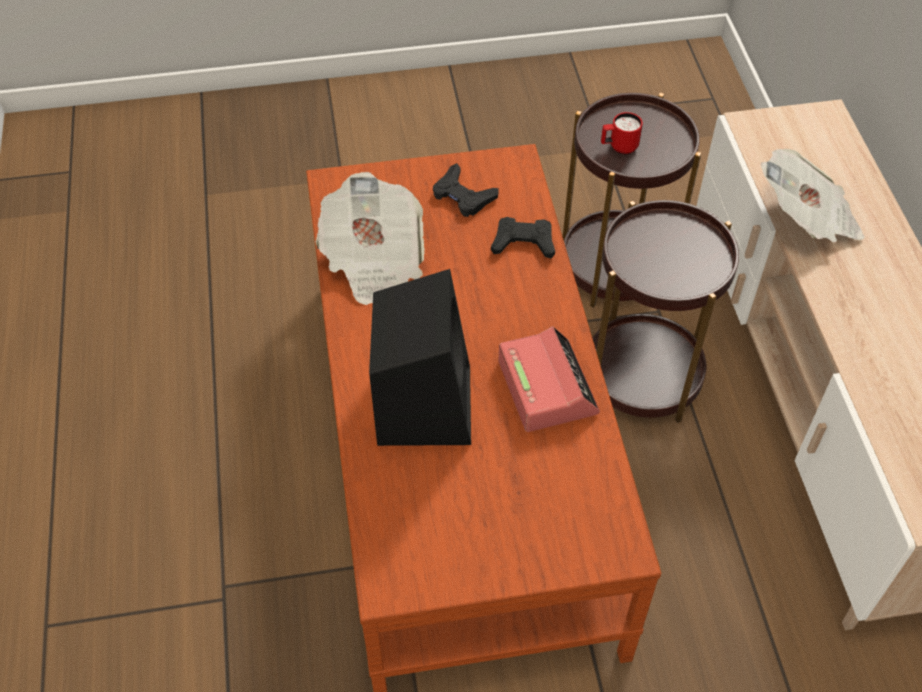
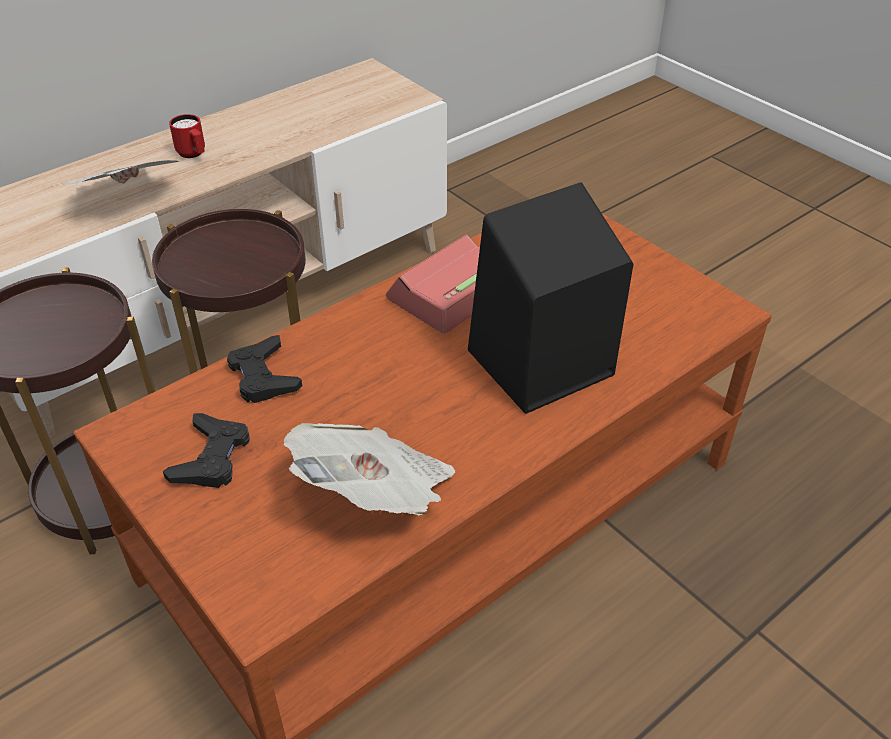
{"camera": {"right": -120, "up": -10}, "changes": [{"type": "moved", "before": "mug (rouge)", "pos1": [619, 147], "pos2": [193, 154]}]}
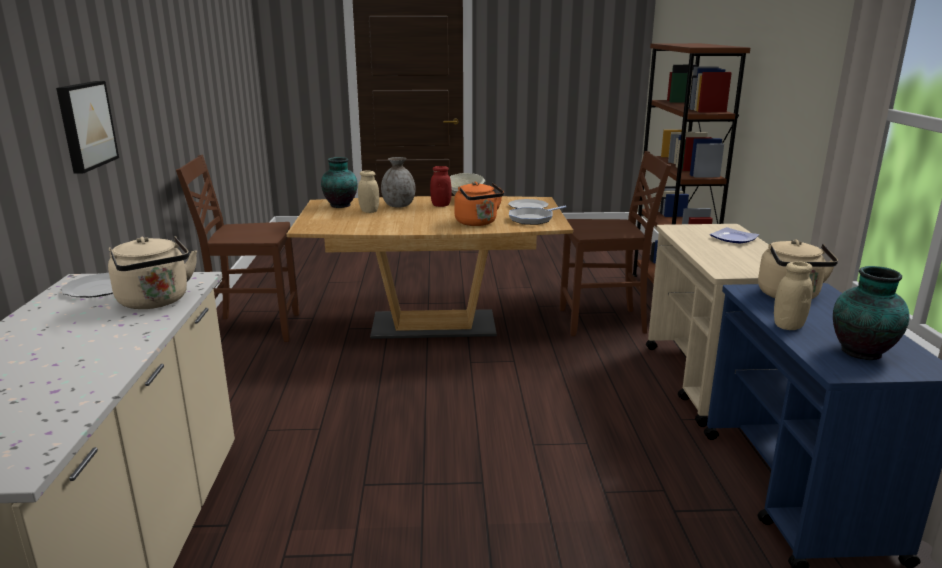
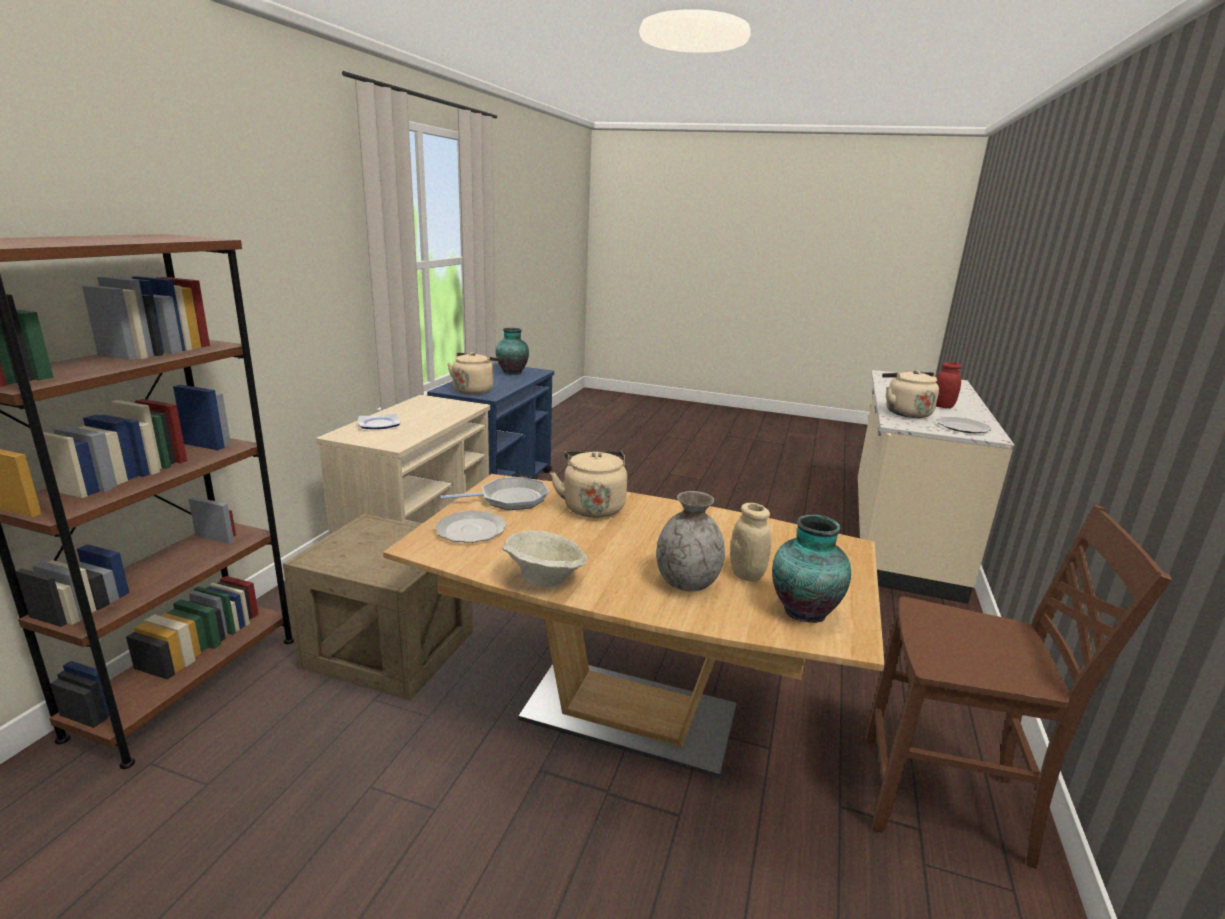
{"camera": {"right": -160, "up": 0}, "changes": [{"type": "removed", "before": "tableau", "pos1": [85, 125]}, {"type": "removed", "before": "bocal (beige)", "pos1": [788, 326]}, {"type": "moved", "before": "bocal (rouge)", "pos1": [441, 205], "pos2": [942, 406]}, {"type": "replaced", "before": "chaise (marron)", "after": "caisse", "pos1": [604, 322], "pos2": [388, 648]}, {"type": "recoloured", "before": "bouilloire (orange)", "after": "bouilloire (beige)", "pos1": [477, 223], "pos2": [593, 506]}]}
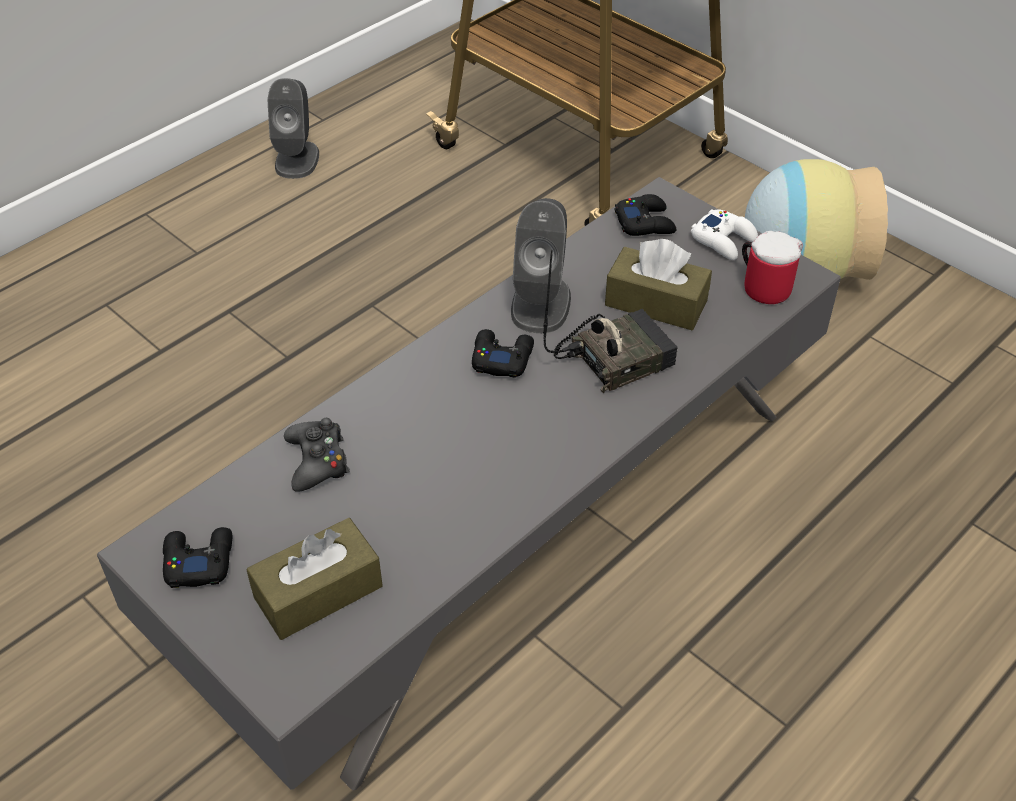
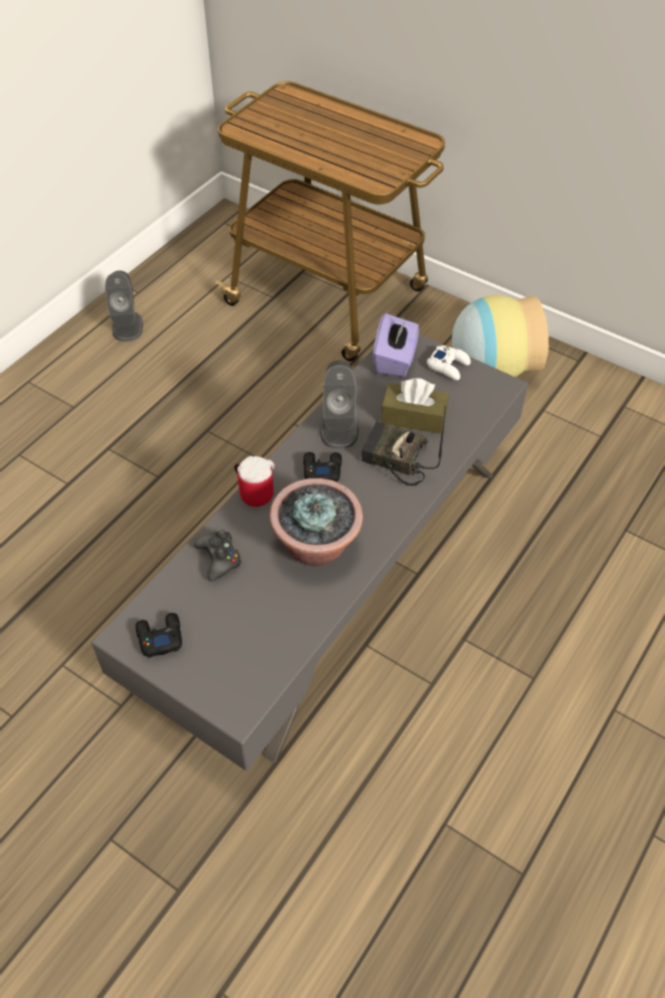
{"camera": {"right": -10, "up": 5}, "changes": [{"type": "removed", "before": "boîte à mouchoirs (marron)", "pos1": [318, 592]}, {"type": "added", "after": "plante en pot", "pos2": [317, 547]}, {"type": "moved", "before": "mug", "pos1": [763, 285], "pos2": [254, 491]}, {"type": "replaced", "before": "manette (noir)", "after": "boîte à mouchoirs (violet)", "pos1": [645, 223], "pos2": [395, 359]}, {"type": "turned", "before": "radio", "pos1": [614, 357], "pos2": [394, 459], "turn": -120}]}
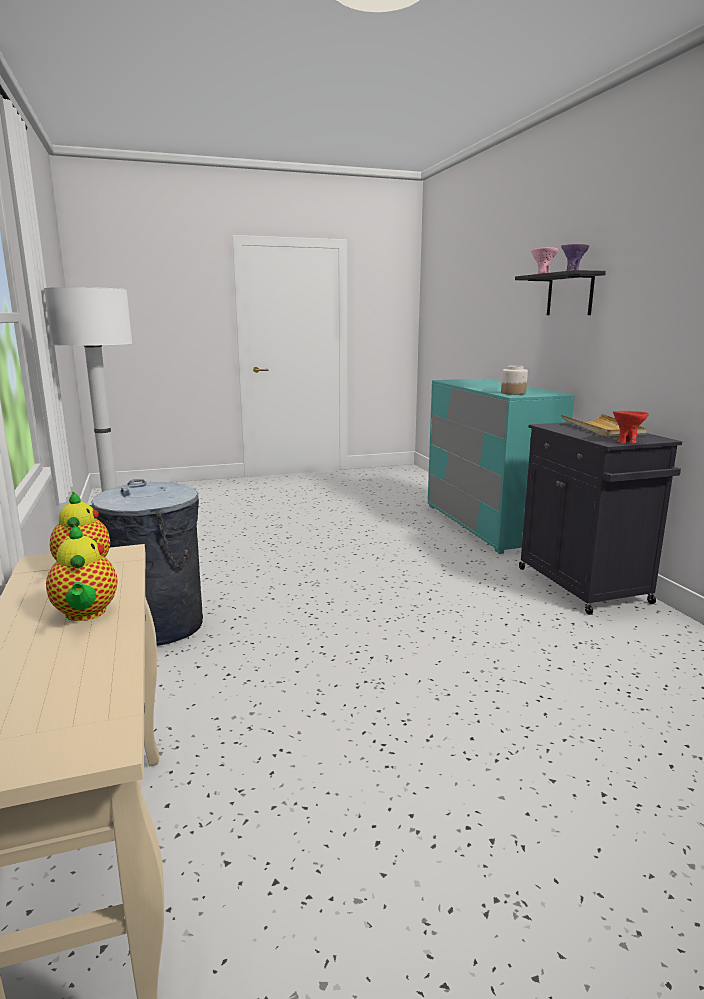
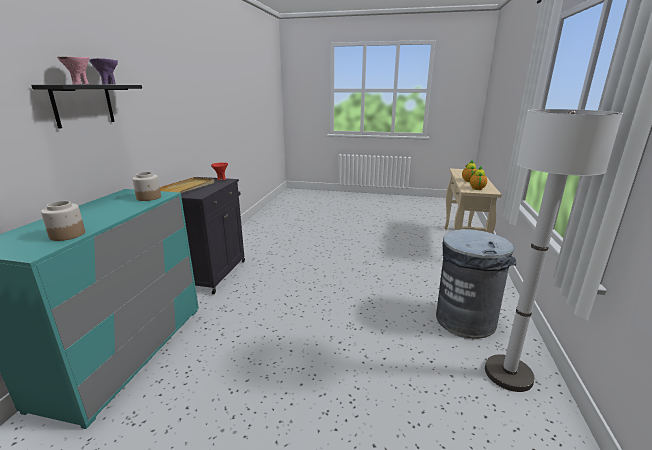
{"camera": {"right": -150, "up": 5}, "changes": [{"type": "added", "after": "bocal", "pos2": [67, 235]}]}
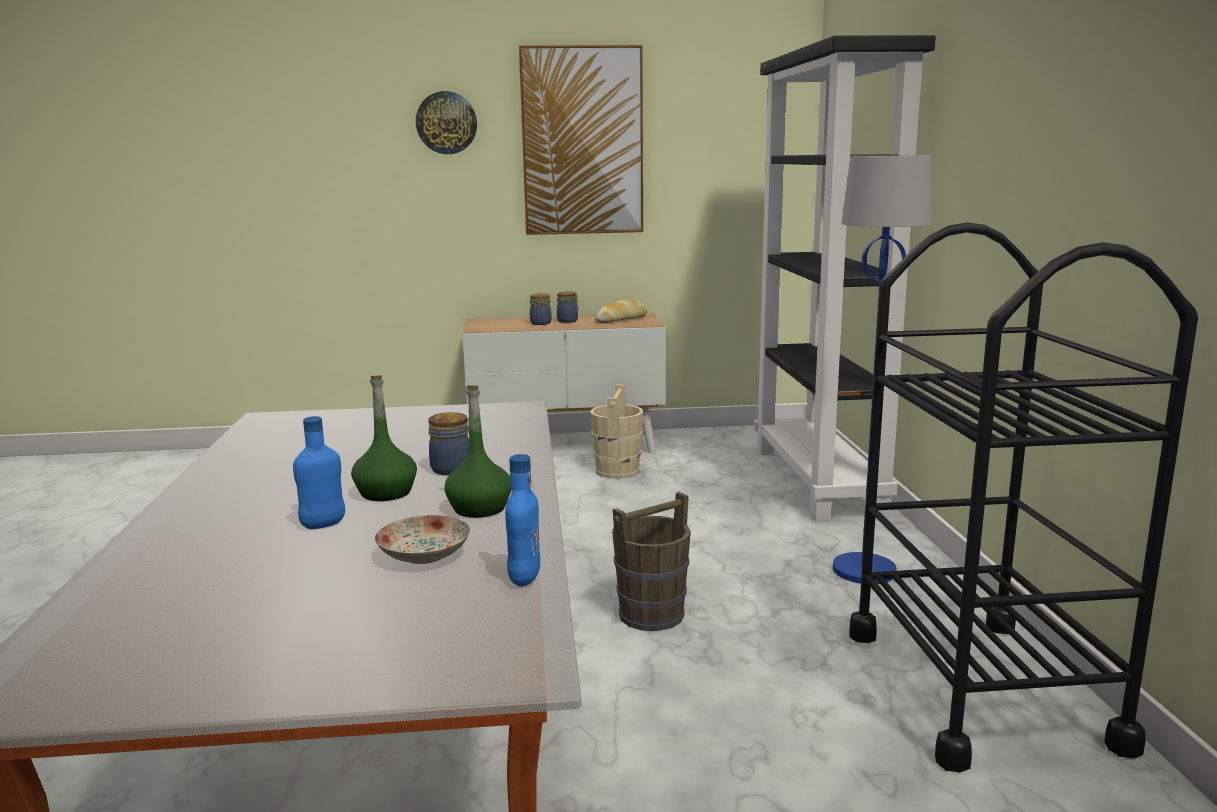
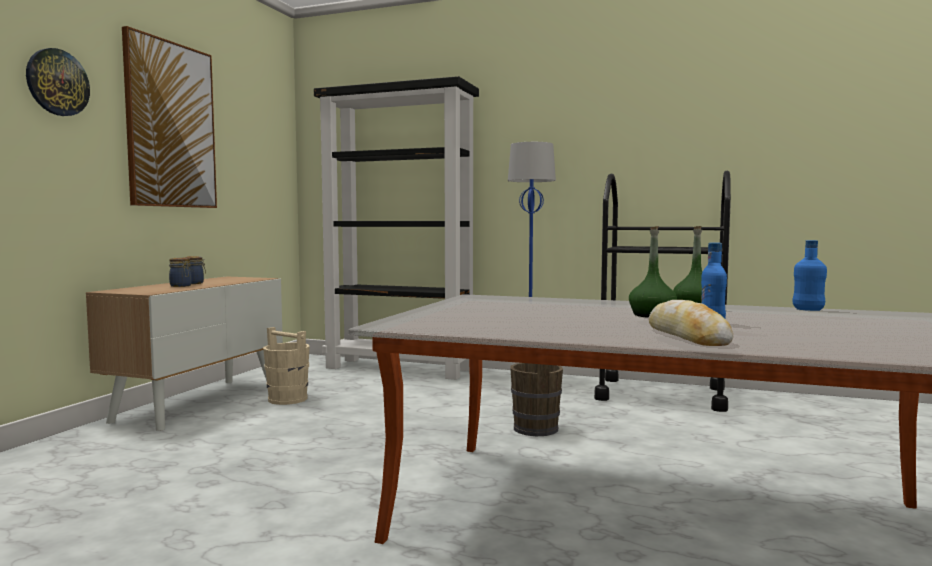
{"camera": {"right": -65, "up": -10}, "changes": [{"type": "removed", "before": "assiette", "pos1": [423, 555]}, {"type": "removed", "before": "bocal", "pos1": [453, 469]}, {"type": "moved", "before": "pain", "pos1": [621, 319], "pos2": [687, 336]}]}
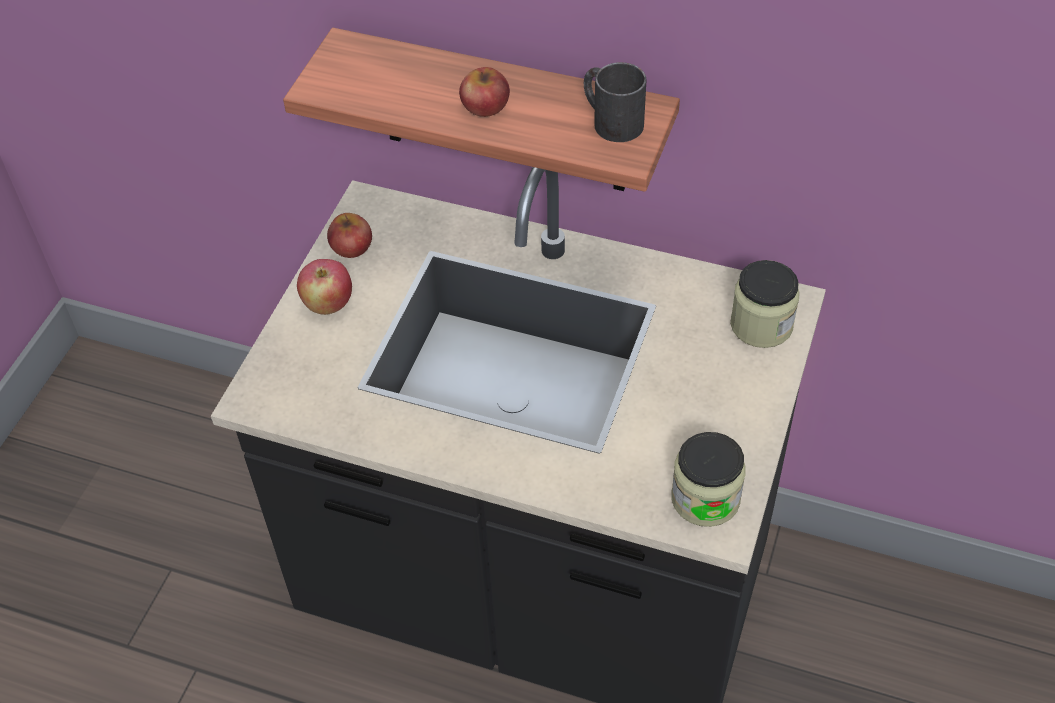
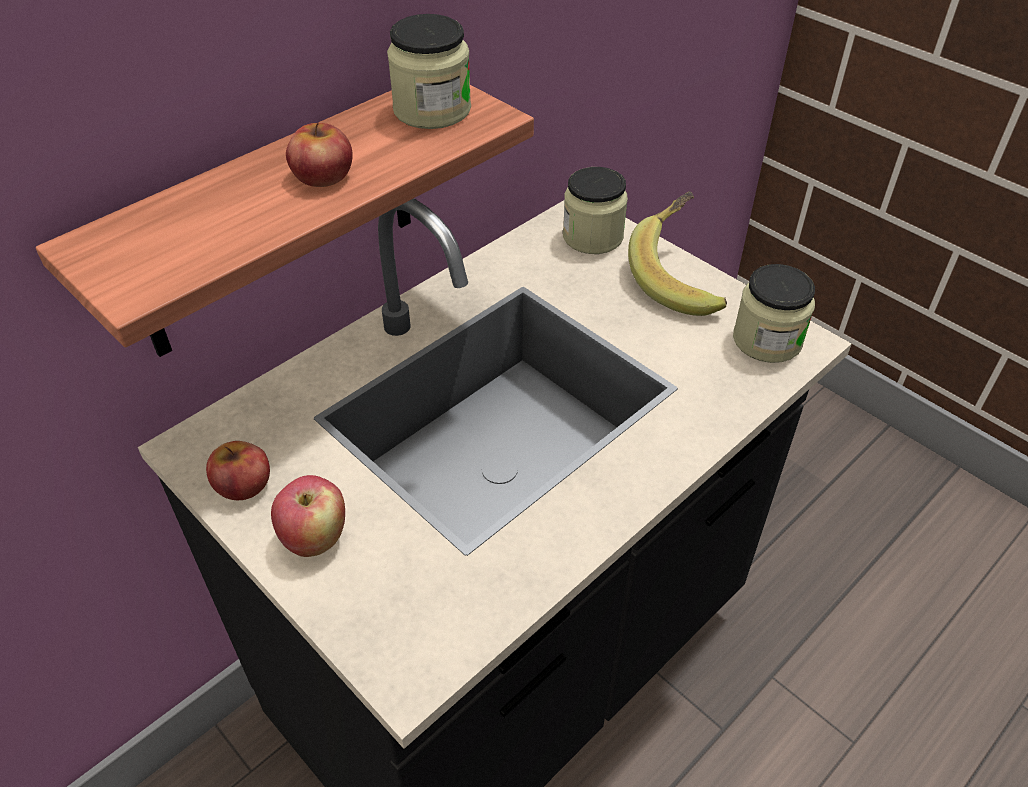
{"camera": {"right": -65, "up": -5}, "changes": [{"type": "added", "after": "banane", "pos2": [682, 278]}, {"type": "replaced", "before": "mug (noir)", "after": "bocal", "pos1": [610, 120], "pos2": [432, 110]}]}
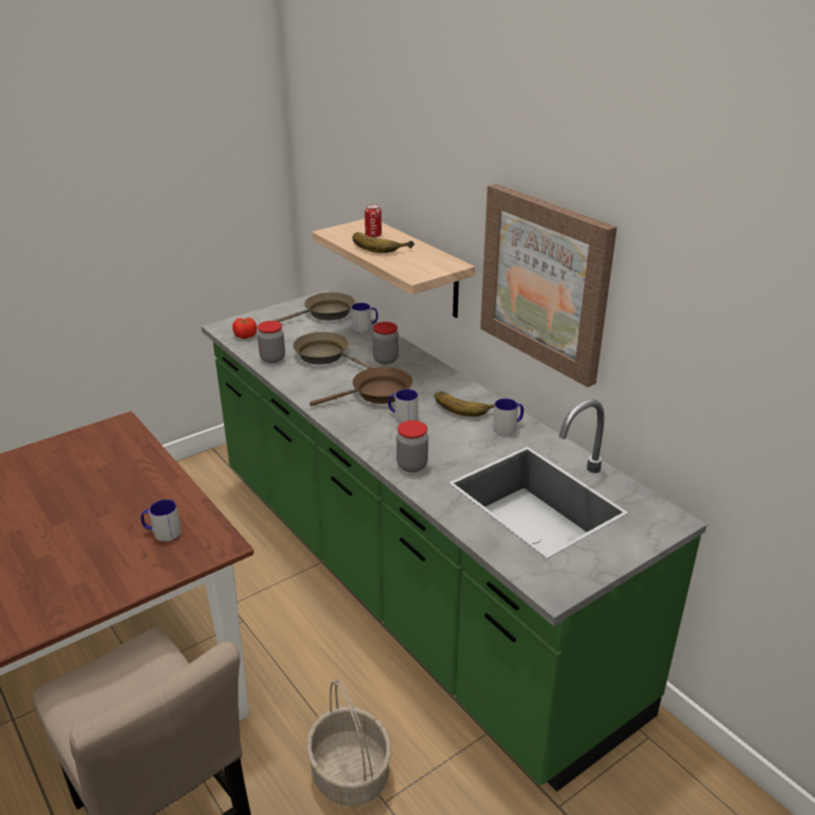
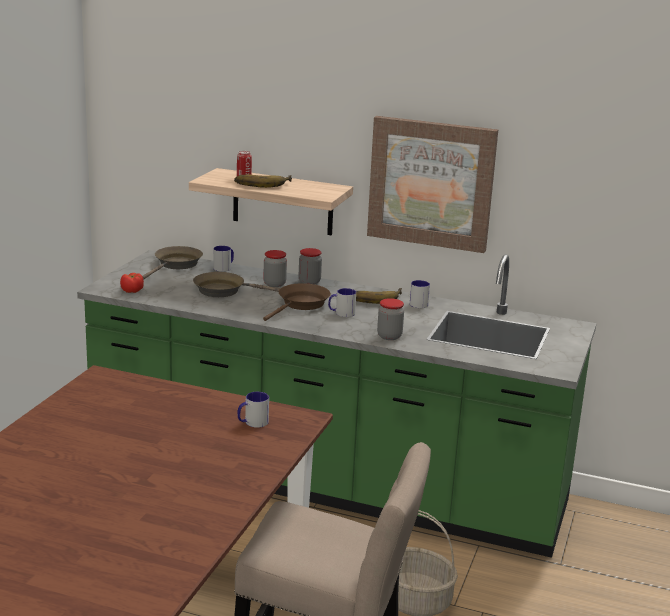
{"camera": {"right": -35, "up": -10}, "changes": [{"type": "moved", "before": "bocal", "pos1": [272, 358], "pos2": [309, 282]}]}
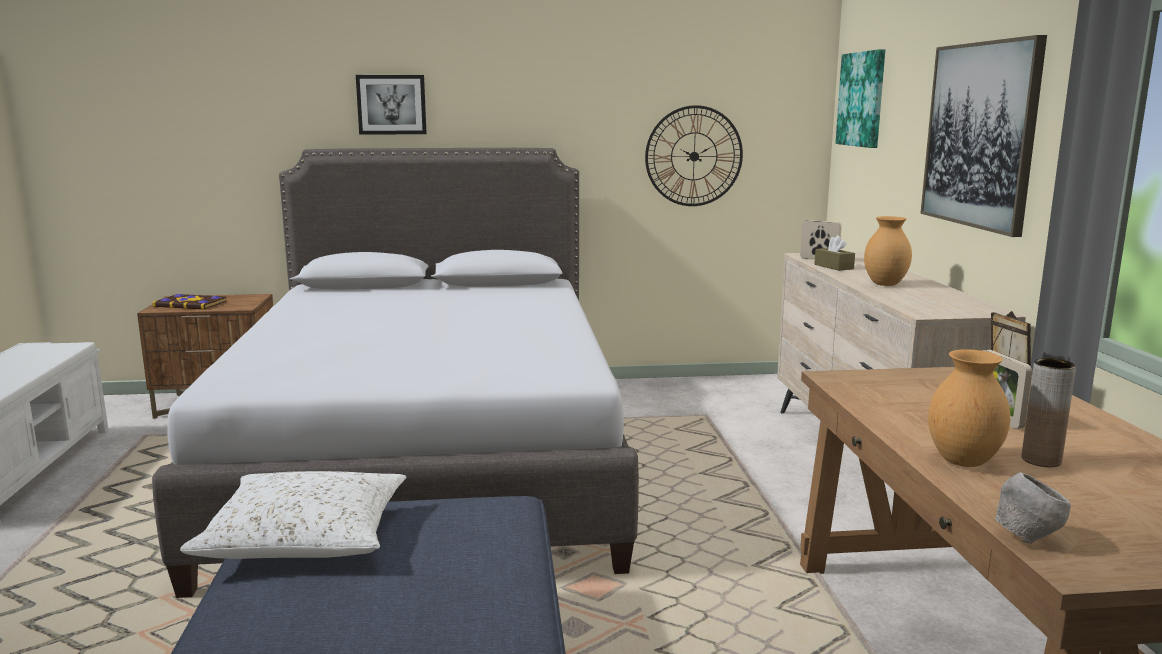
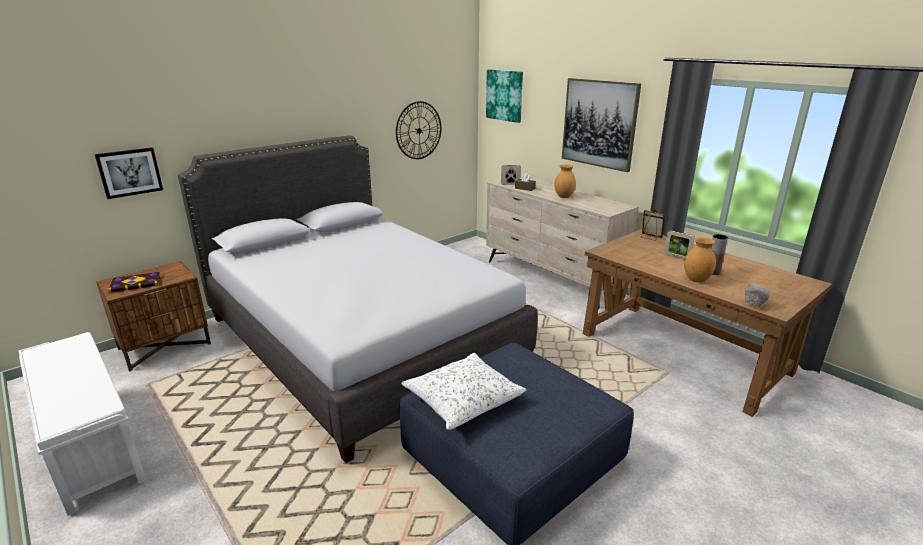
{"camera": {"right": -35, "up": 10}, "changes": [{"type": "moved", "before": "tableau", "pos1": [391, 104], "pos2": [129, 172]}]}
